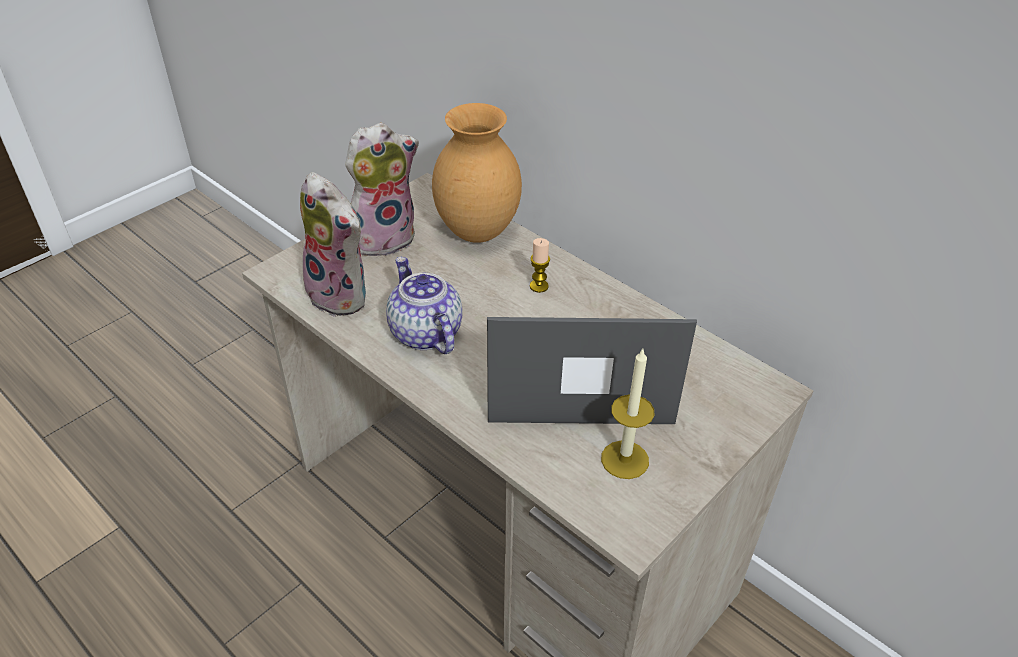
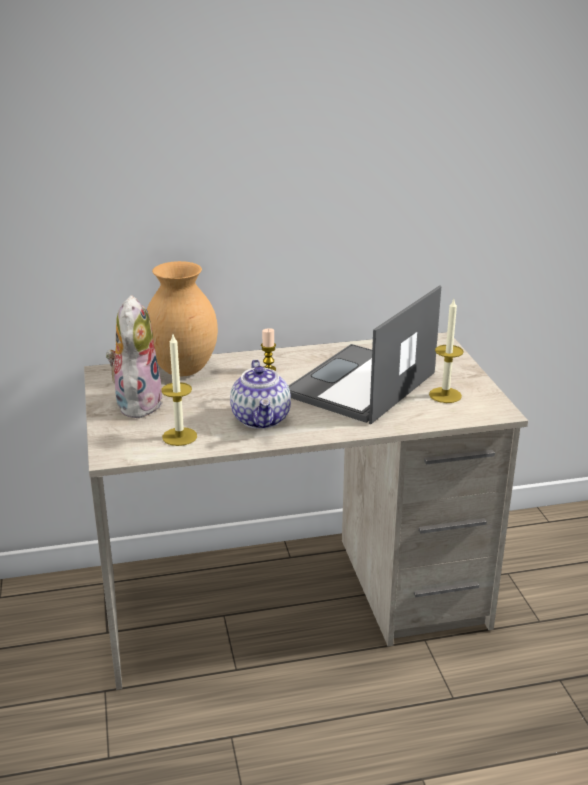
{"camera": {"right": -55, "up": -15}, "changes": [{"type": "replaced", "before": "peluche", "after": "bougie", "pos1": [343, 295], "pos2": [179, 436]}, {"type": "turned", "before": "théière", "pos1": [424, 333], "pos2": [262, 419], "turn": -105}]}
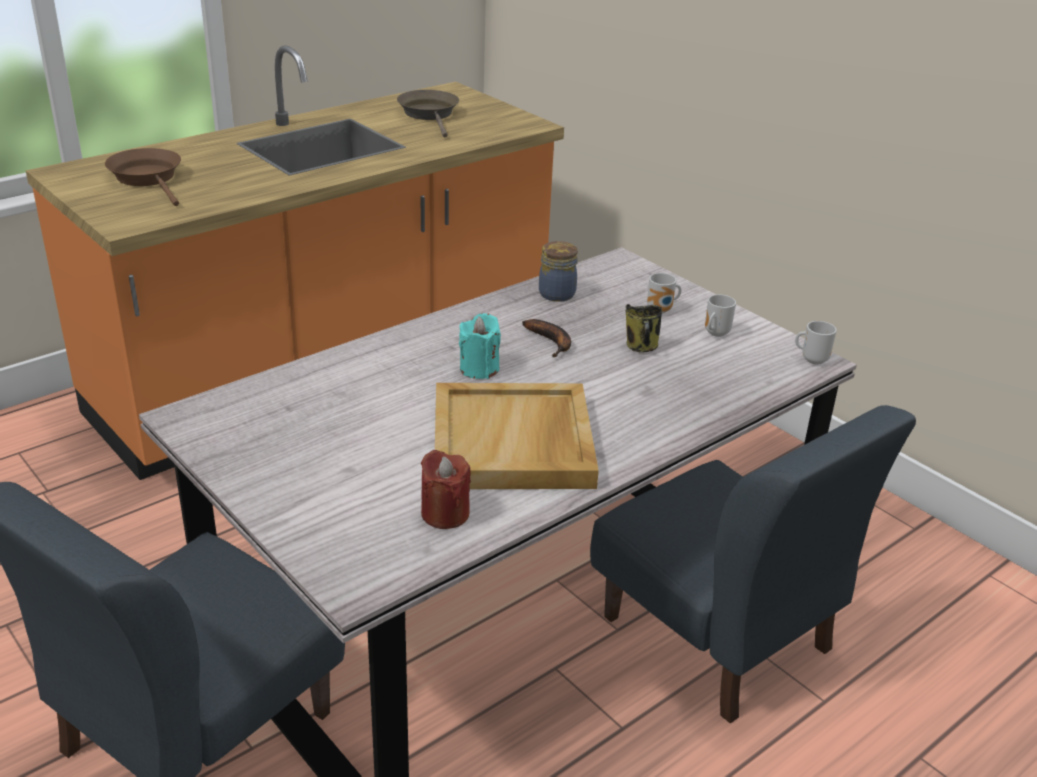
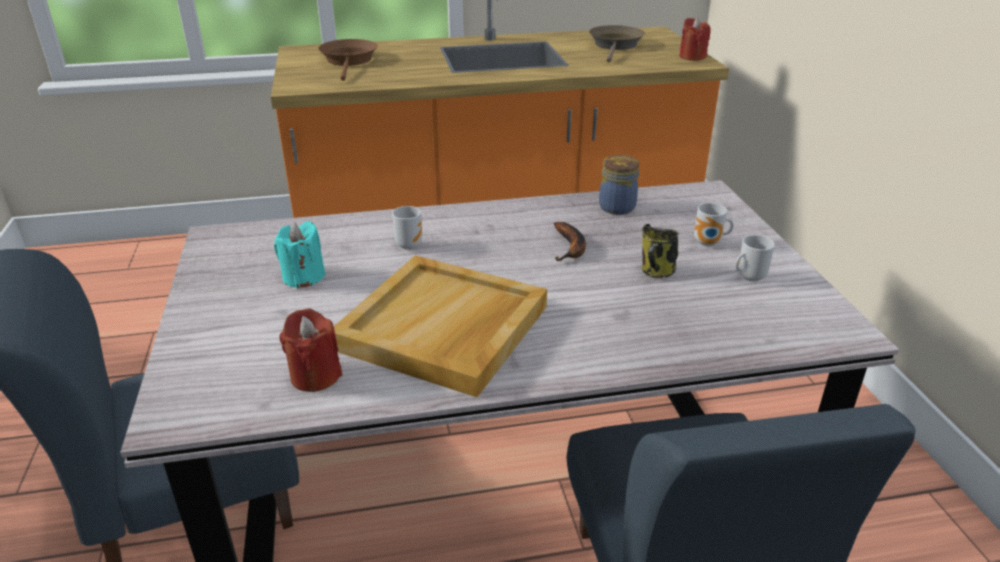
{"camera": {"right": 30, "up": 0}, "changes": [{"type": "added", "after": "bougie (rouge)", "pos2": [692, 57]}, {"type": "moved", "before": "bougie (turquoise)", "pos1": [479, 369], "pos2": [303, 277]}, {"type": "moved", "before": "mug", "pos1": [812, 359], "pos2": [408, 244]}]}
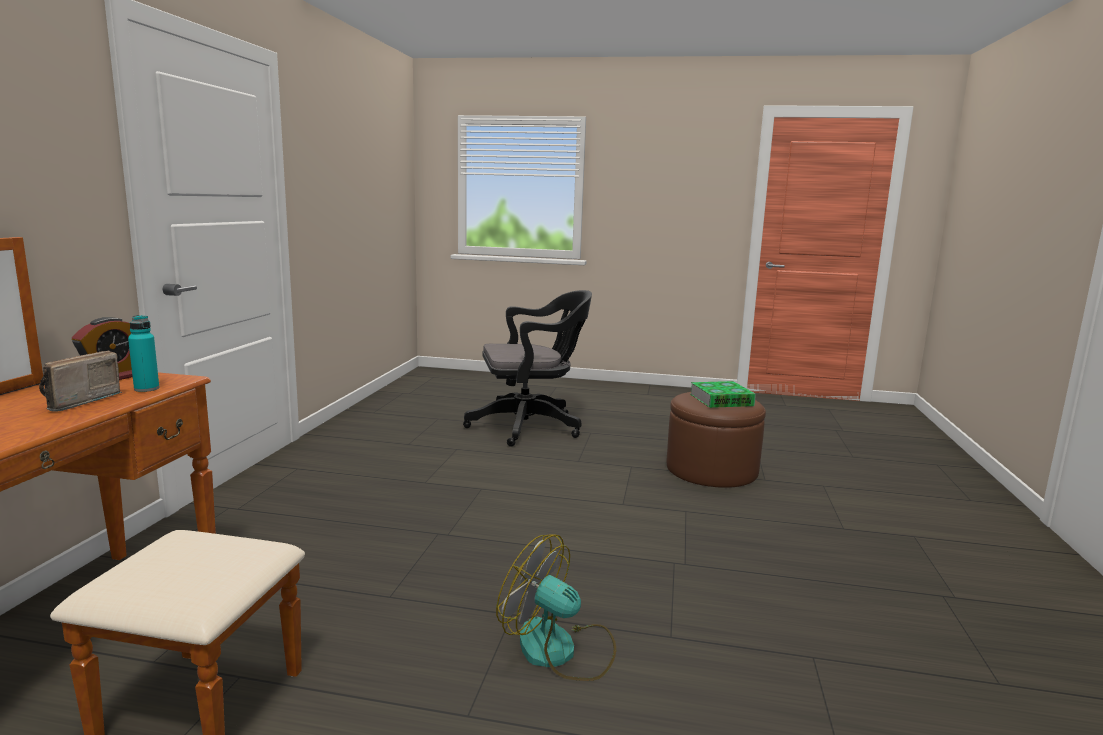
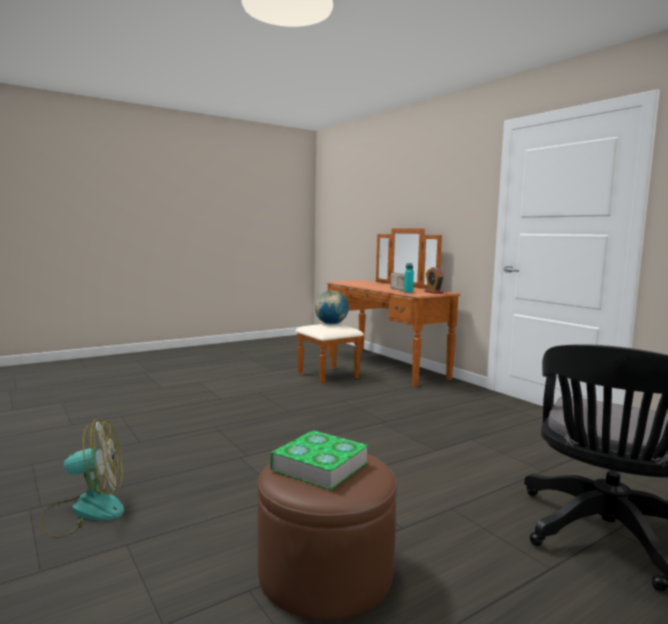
{"camera": {"right": 135, "up": -5}, "changes": [{"type": "added", "after": "globe", "pos2": [331, 324]}, {"type": "moved", "before": "ventilateur", "pos1": [560, 650], "pos2": [84, 510]}]}
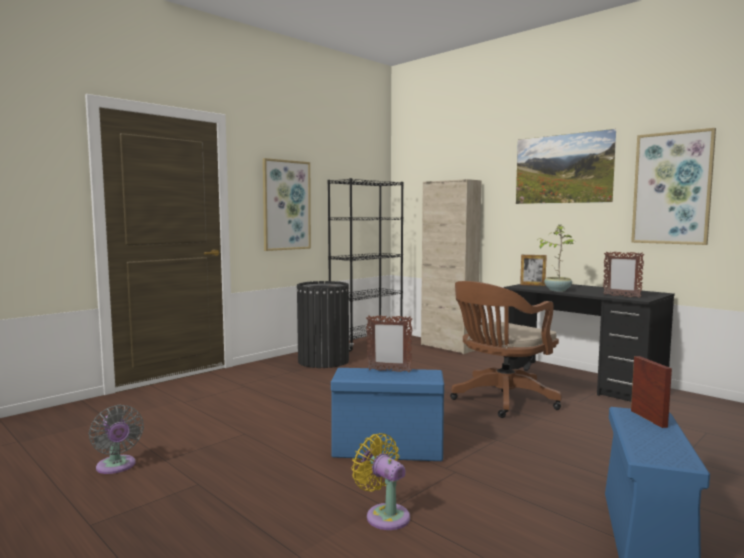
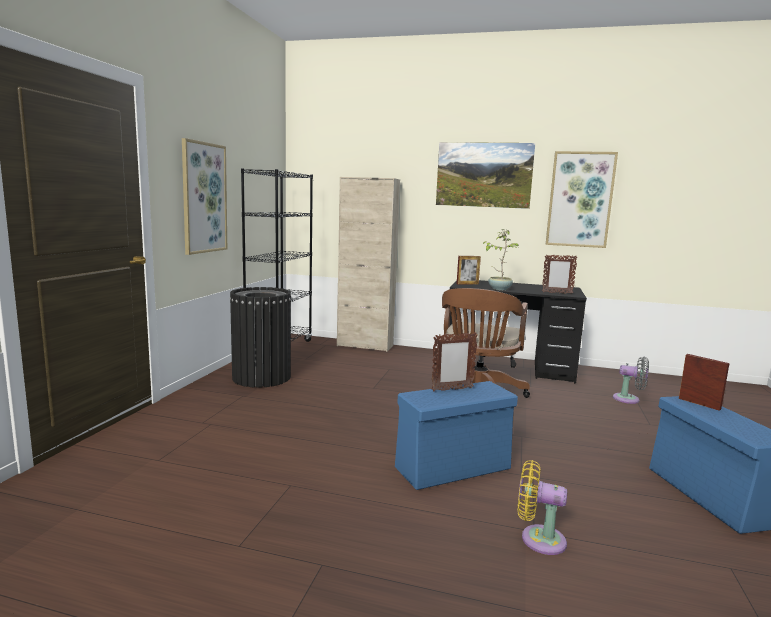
{"camera": {"right": -30, "up": 5}, "changes": [{"type": "moved", "before": "ventilateur (gris)", "pos1": [116, 467], "pos2": [629, 399]}]}
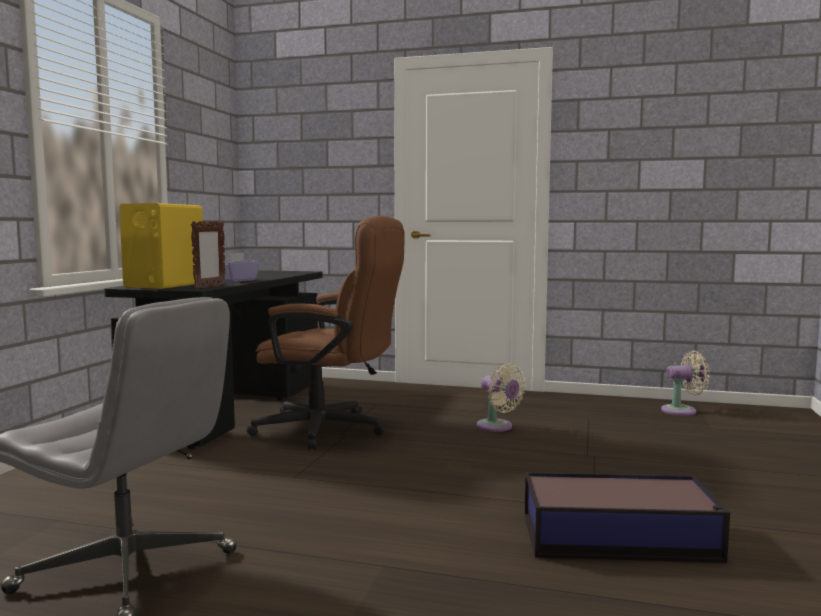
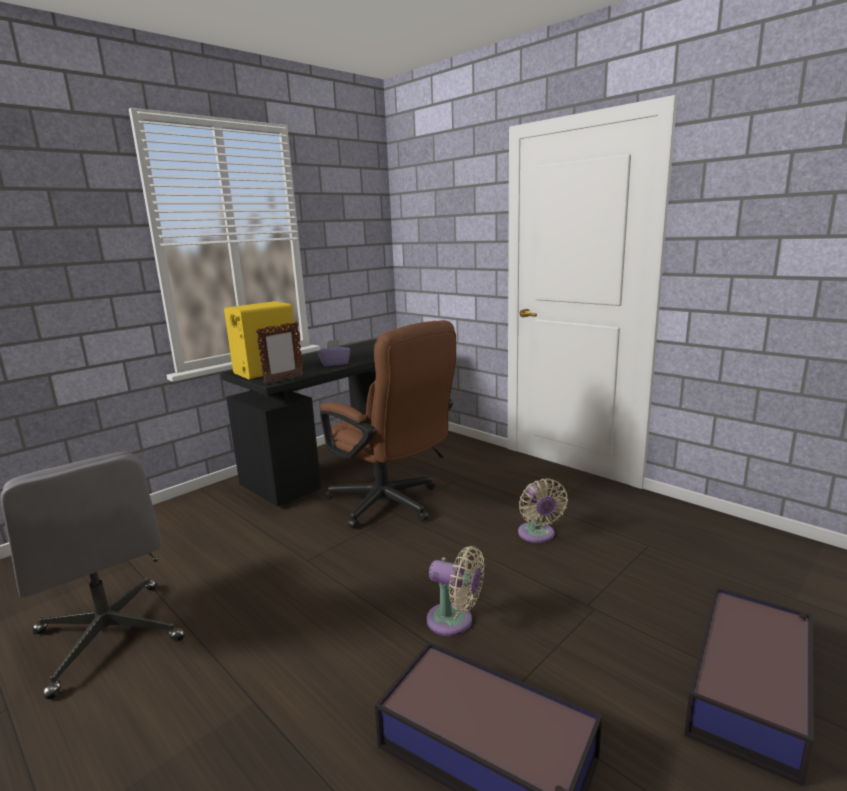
{"camera": {"right": 30, "up": 10}, "changes": [{"type": "added", "after": "boîte de rangement", "pos2": [750, 689]}, {"type": "moved", "before": "ventilateur (beige)", "pos1": [682, 411], "pos2": [454, 621]}]}
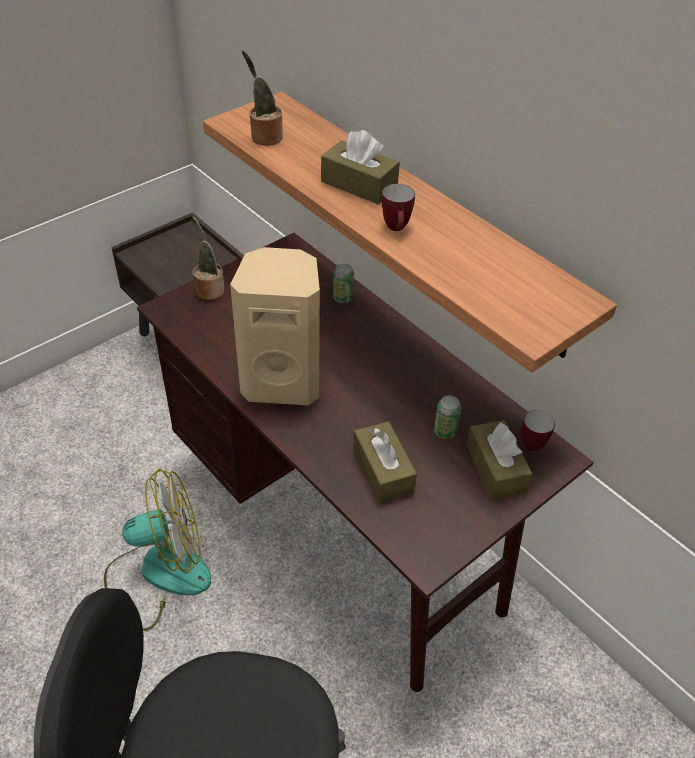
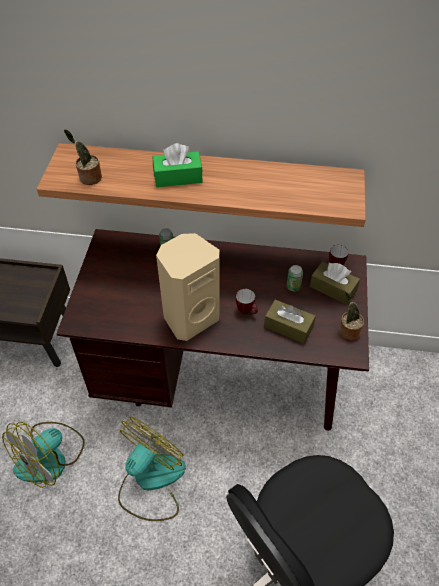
{"camera": {"right": -40, "up": 5}, "changes": [{"type": "added", "after": "ventilateur", "pos2": [50, 457]}, {"type": "moved", "before": "plante en pot", "pos1": [209, 289], "pos2": [347, 331]}, {"type": "moved", "before": "mug", "pos1": [397, 229], "pos2": [247, 312]}, {"type": "recoloured", "before": "boîte à mouchoirs (marron)", "after": "boîte à mouchoirs (vert)", "pos1": [359, 185], "pos2": [178, 177]}]}
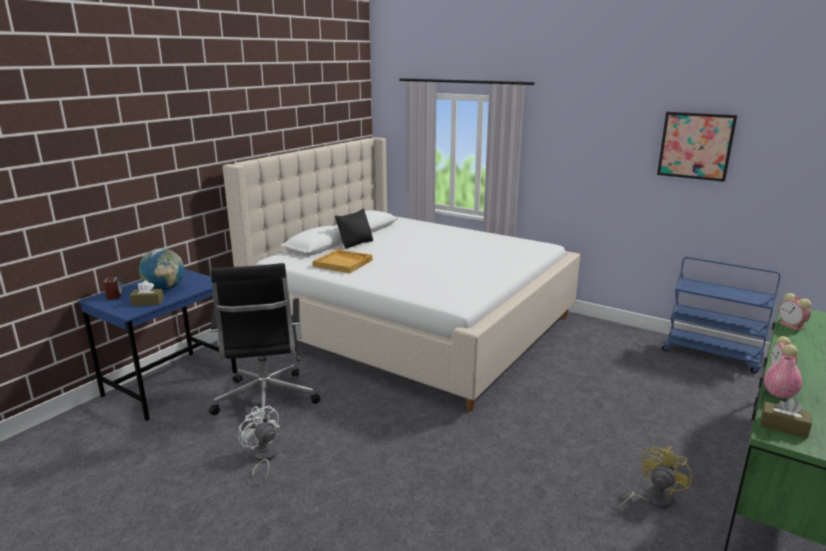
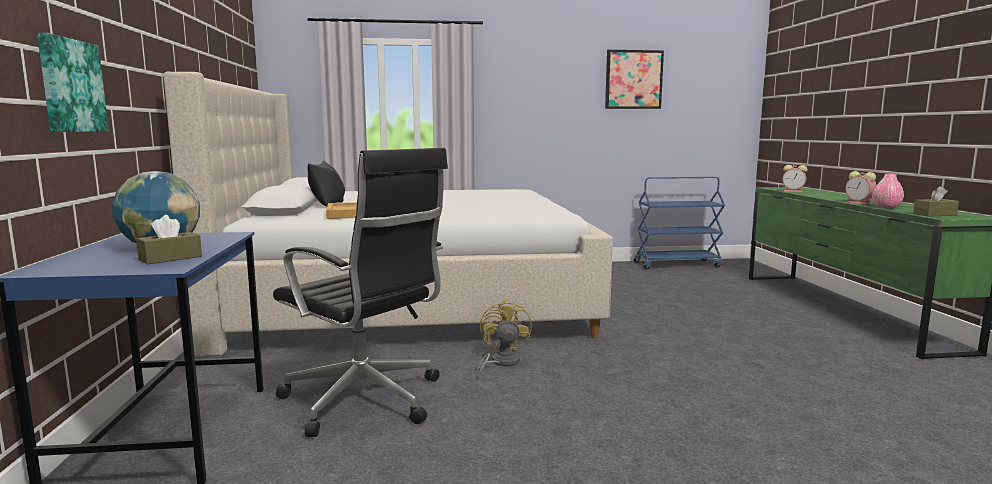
{"camera": {"right": -40, "up": -10}, "changes": [{"type": "removed", "before": "réveil", "pos1": [115, 295]}, {"type": "removed", "before": "ventilateur (blanc)", "pos1": [263, 458]}, {"type": "added", "after": "tableau", "pos2": [70, 86]}, {"type": "moved", "before": "ventilateur (jaune)", "pos1": [651, 499], "pos2": [500, 363]}]}
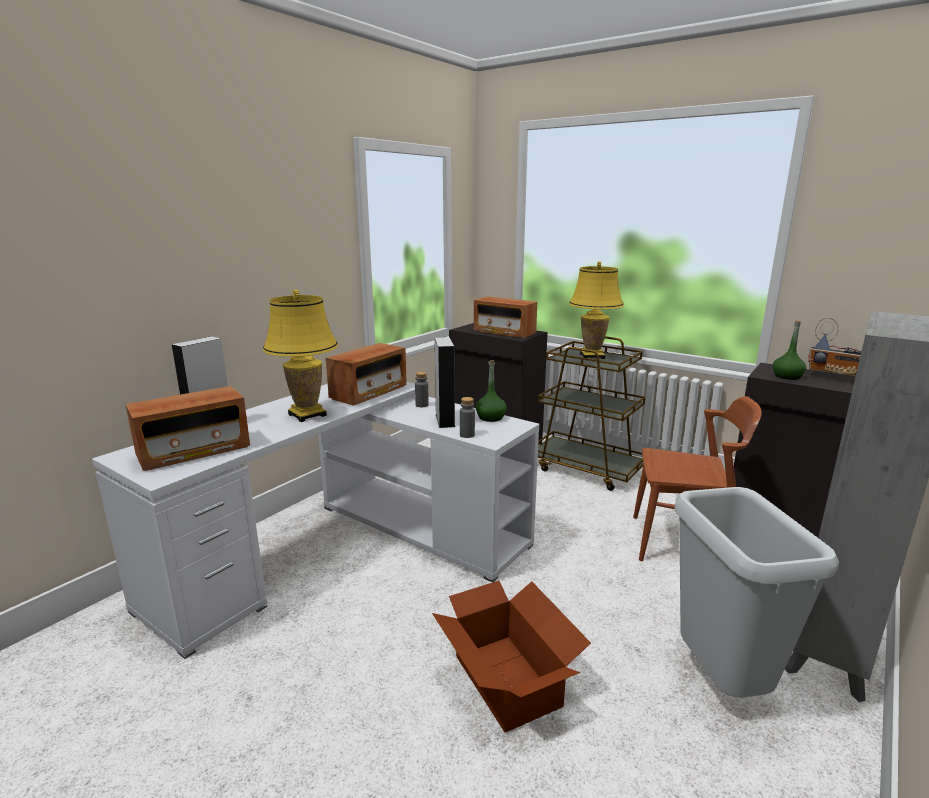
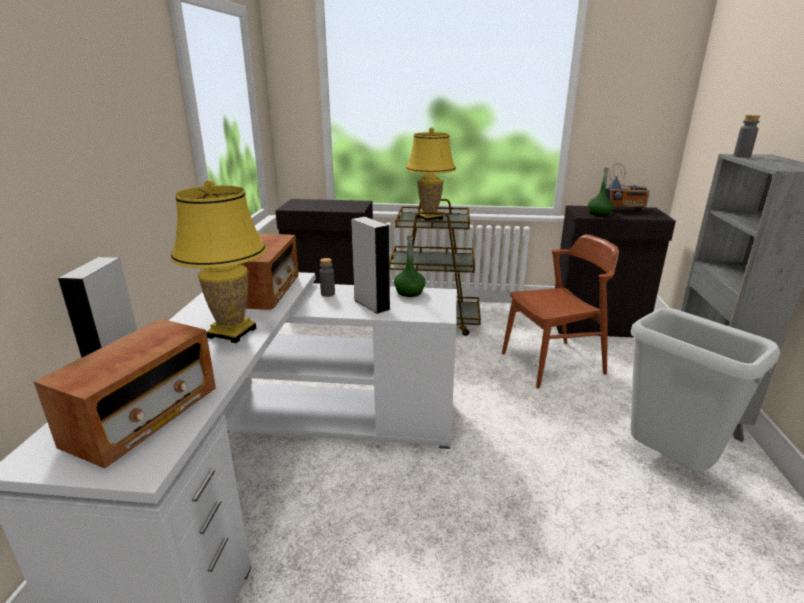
{"camera": {"right": -30, "up": 5}, "changes": [{"type": "removed", "before": "carton", "pos1": [507, 679]}, {"type": "removed", "before": "radio", "pos1": [504, 332]}, {"type": "moved", "before": "bouteille (gris)", "pos1": [467, 435], "pos2": [741, 156]}]}
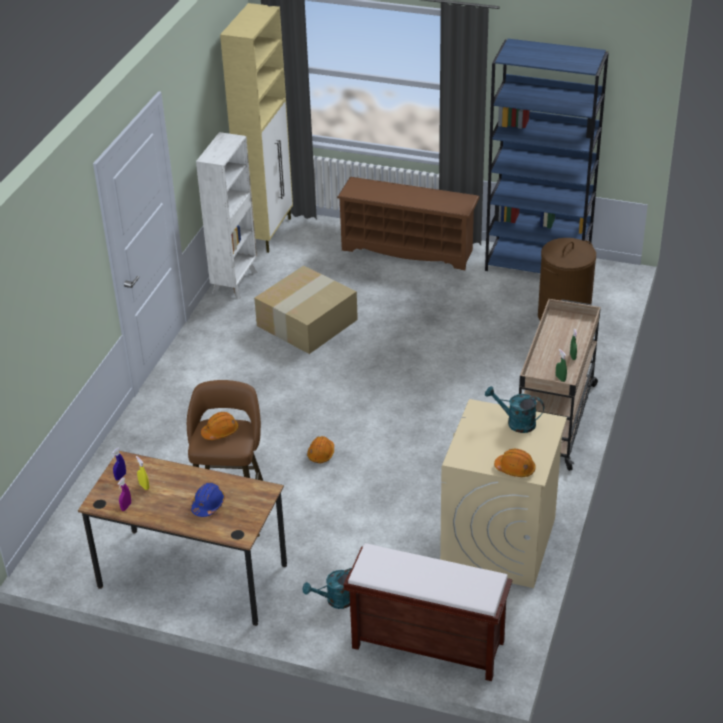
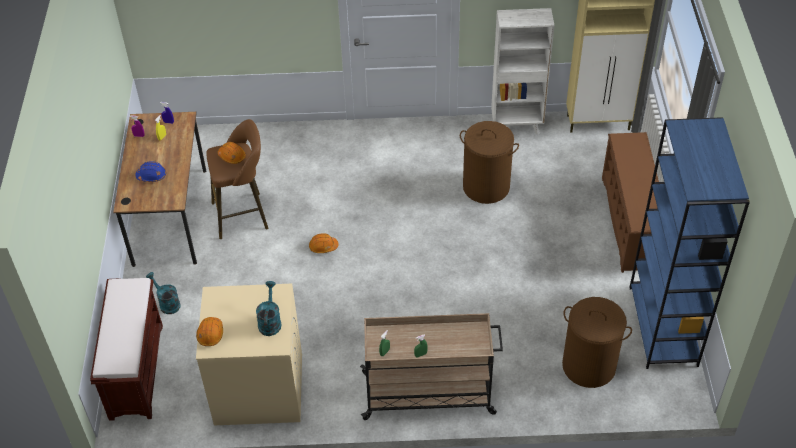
{"camera": {"right": 70, "up": 10}, "changes": [{"type": "replaced", "before": "carton", "after": "panier à linge (marron)", "pos1": [307, 321], "pos2": [486, 187]}]}
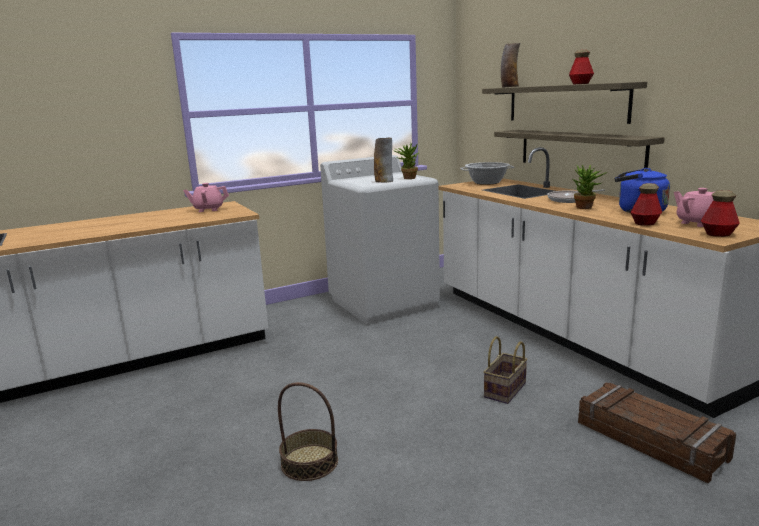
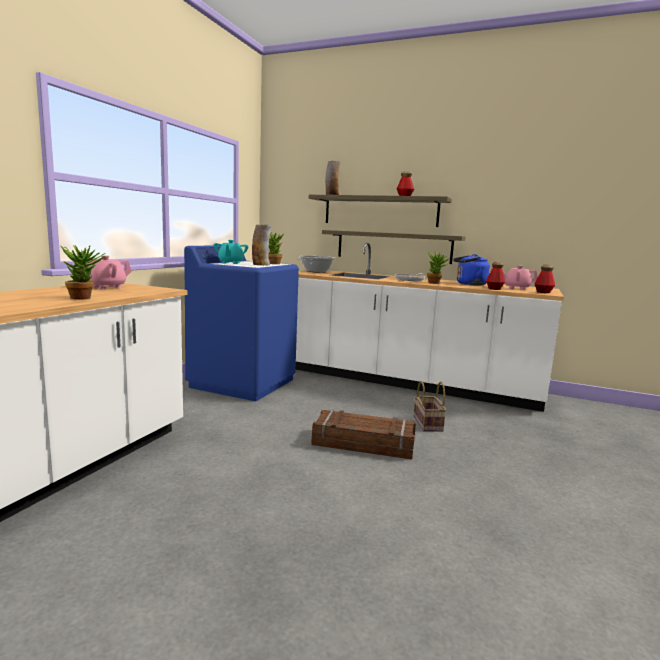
{"camera": {"right": -40, "up": -5}, "changes": [{"type": "removed", "before": "panier", "pos1": [309, 462]}, {"type": "added", "after": "plante en pot", "pos2": [85, 298]}, {"type": "added", "after": "théière (turquoise)", "pos2": [230, 263]}, {"type": "moved", "before": "caisse", "pos1": [651, 440], "pos2": [363, 443]}, {"type": "recoloured", "before": "lave-linge (blanc)", "after": "lave-linge (bleu)", "pos1": [384, 303], "pos2": [243, 383]}]}
